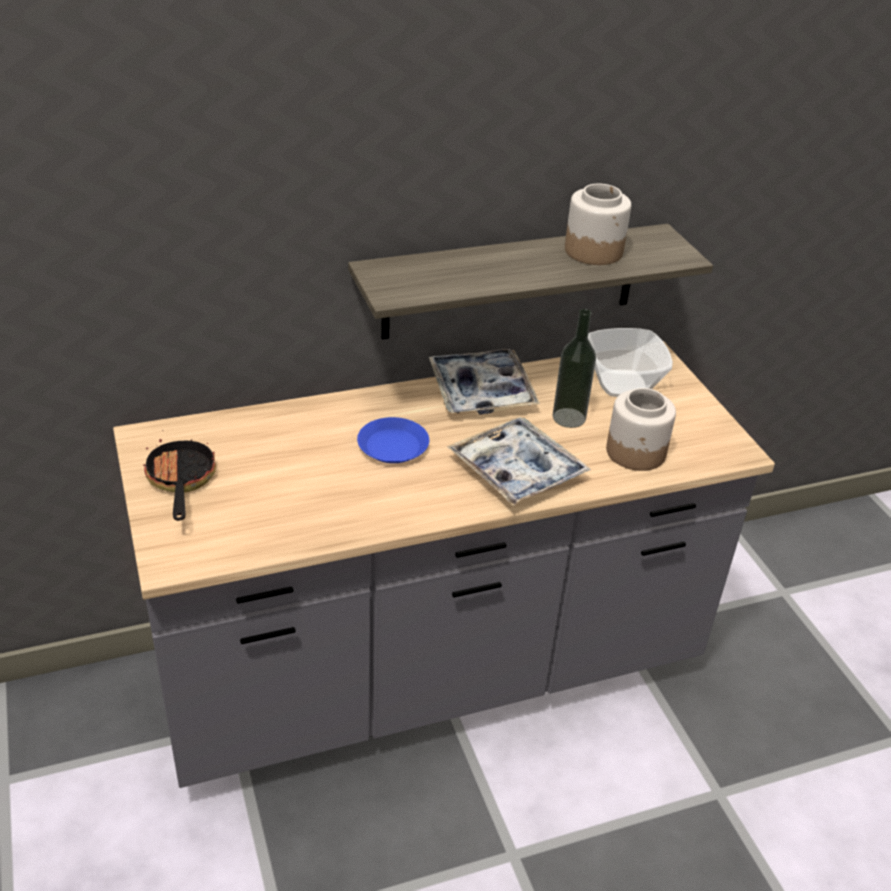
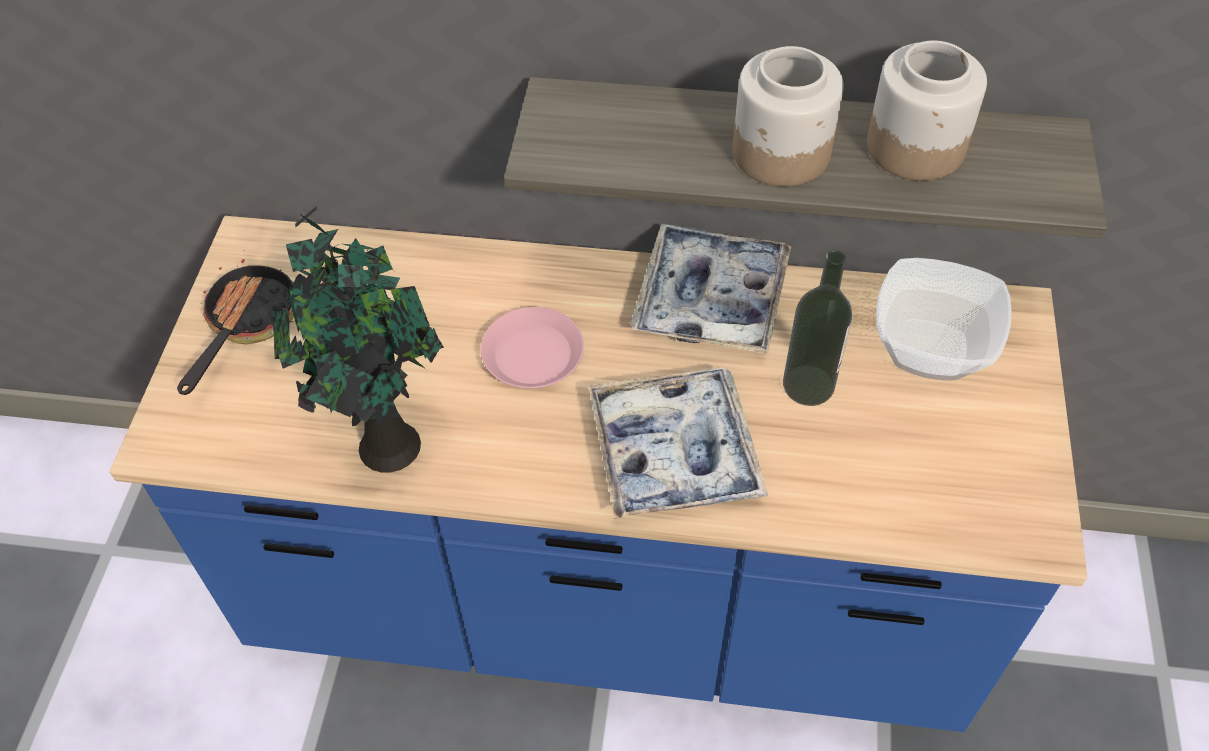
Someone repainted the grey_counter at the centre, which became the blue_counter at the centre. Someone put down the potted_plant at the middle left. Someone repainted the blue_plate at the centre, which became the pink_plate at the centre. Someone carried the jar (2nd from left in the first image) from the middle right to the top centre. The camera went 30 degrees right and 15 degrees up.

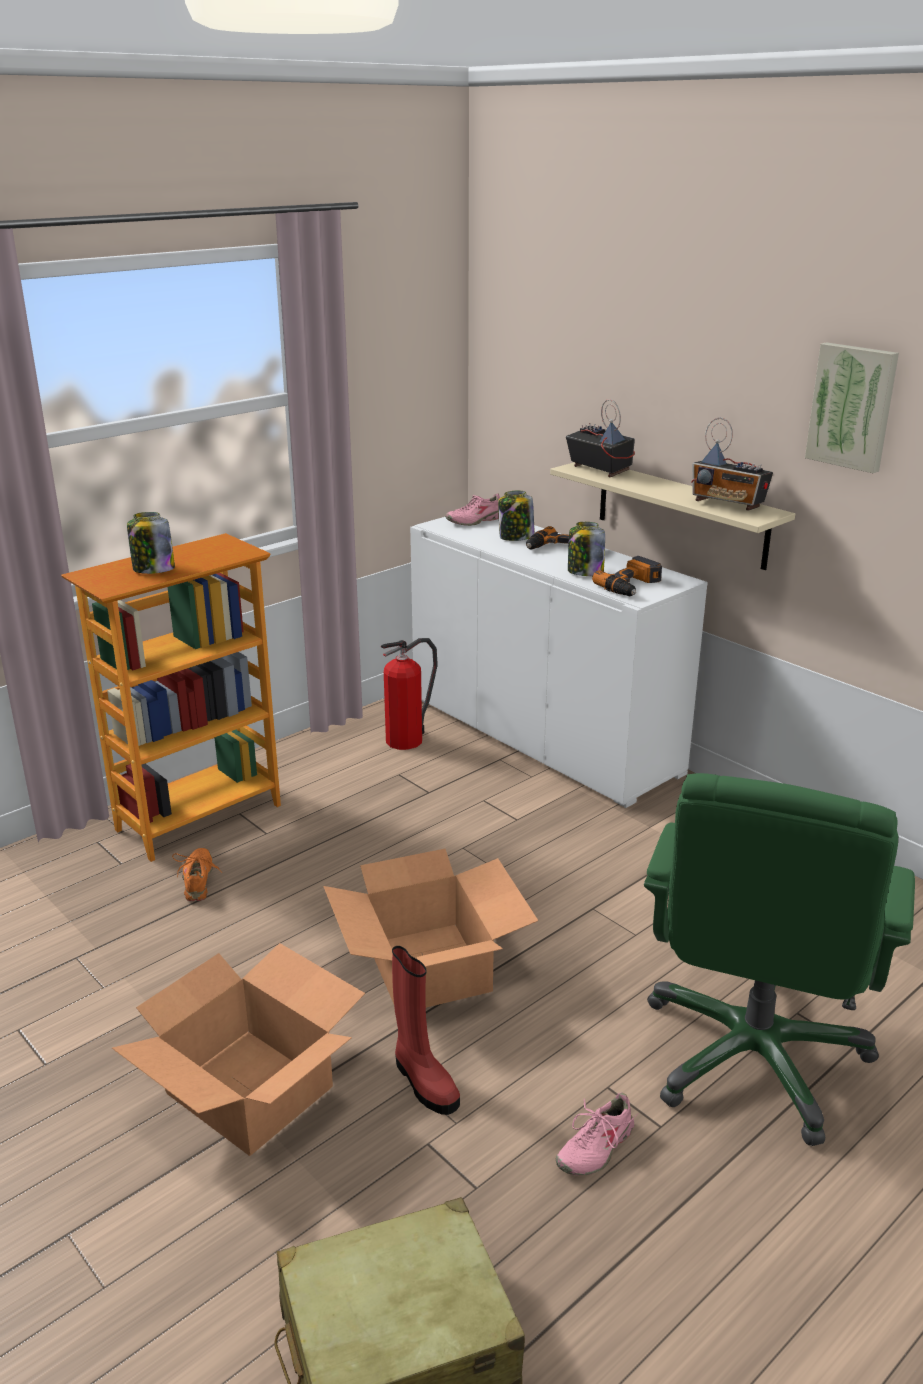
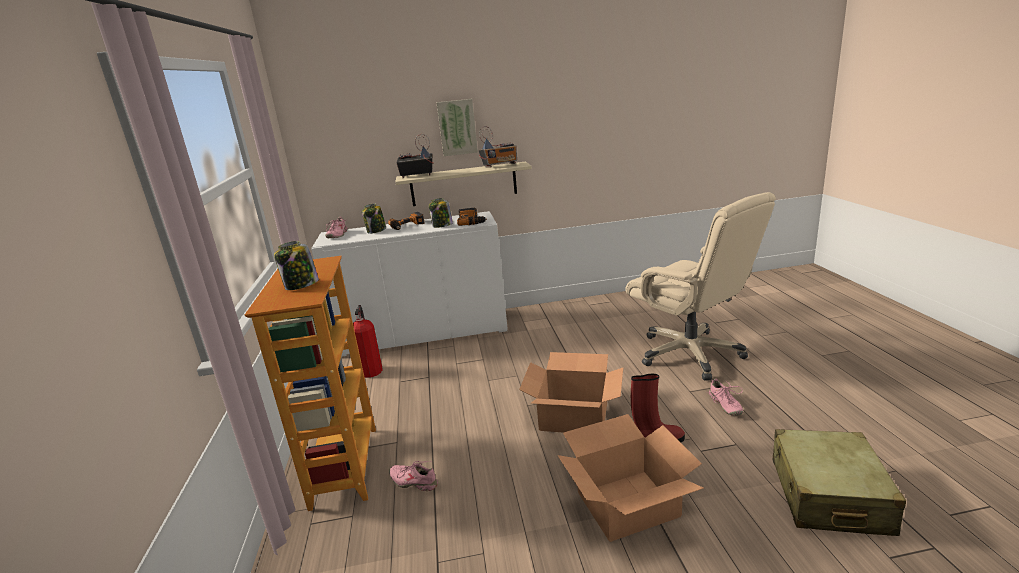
Someone repainted the orange_shoe at the middle left, which became the pink_shoe (2nd from left) at the bottom centre. Someone carried the picture from the top right to the top centre. Someone repainted the green_office_chair at the bottom right, which became the beige_office_chair at the middle right. The camera went 55 degrees left and 5 degrees down.

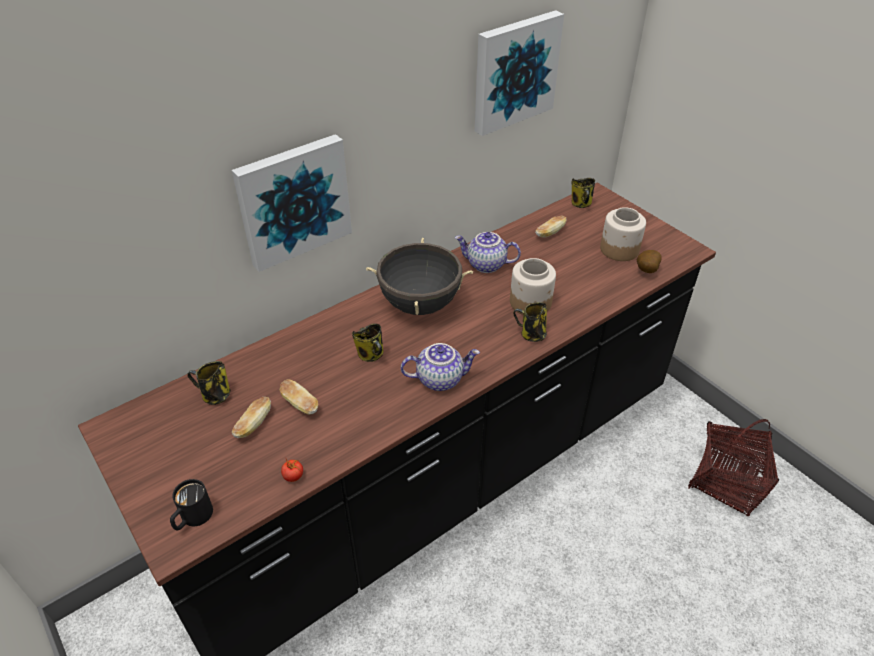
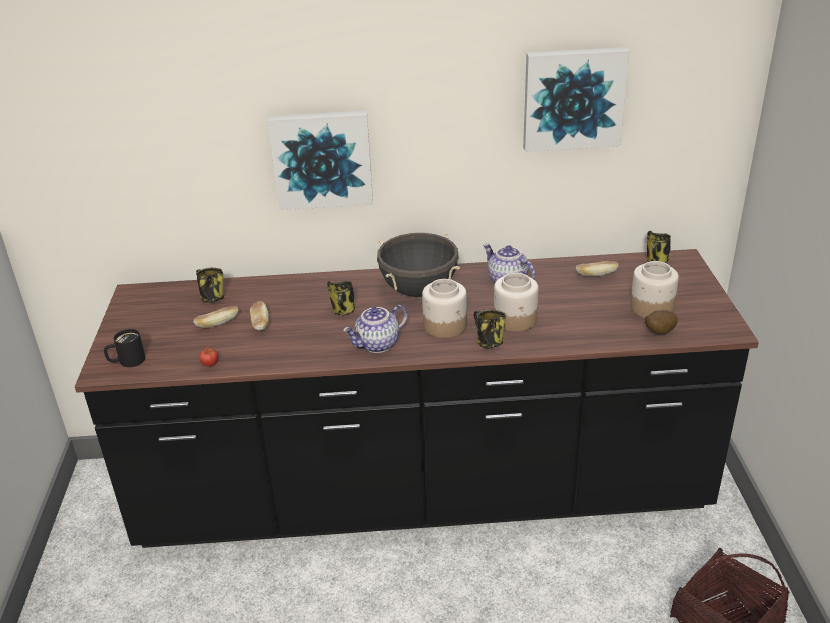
Someone rotated the teapot (1st from left) at the centre by 120 degrees clockwise. Someone put down the jar (1st from left) at the centre. The camera went 35 degrees right and 10 degrees down.

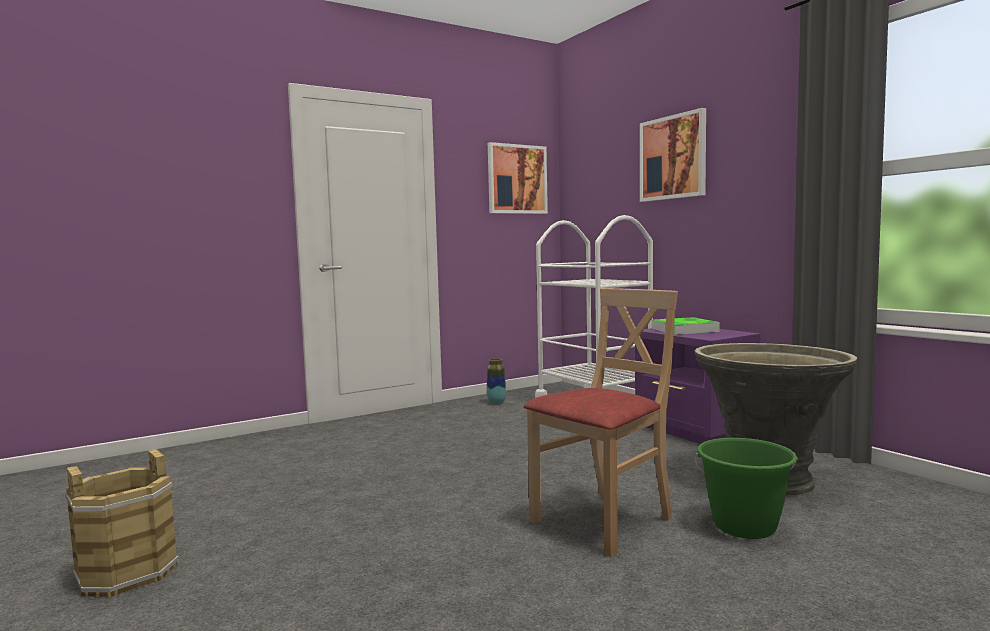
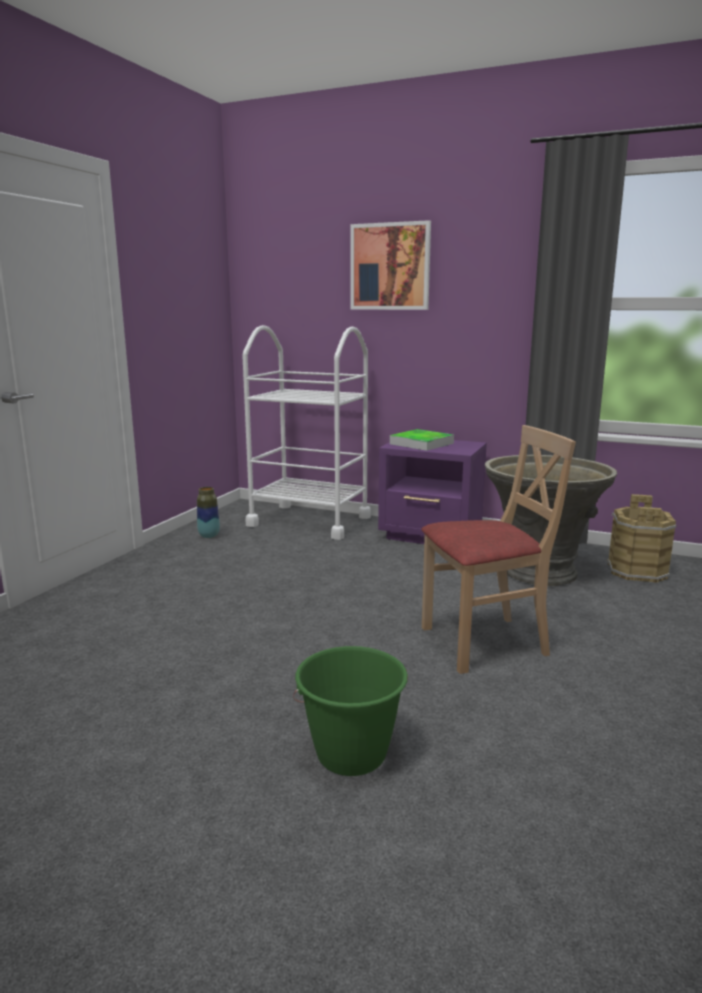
Someone carried the green_bucket from the bottom right to the bottom centre. Someone rotated the beige_chair at the bottom centre by 60 degrees clockwise. Someone carried the brown_bucket from the bottom left to the middle right. Someone took away the picture (1st from left) at the top centre. The camera went 35 degrees left and 10 degrees up.

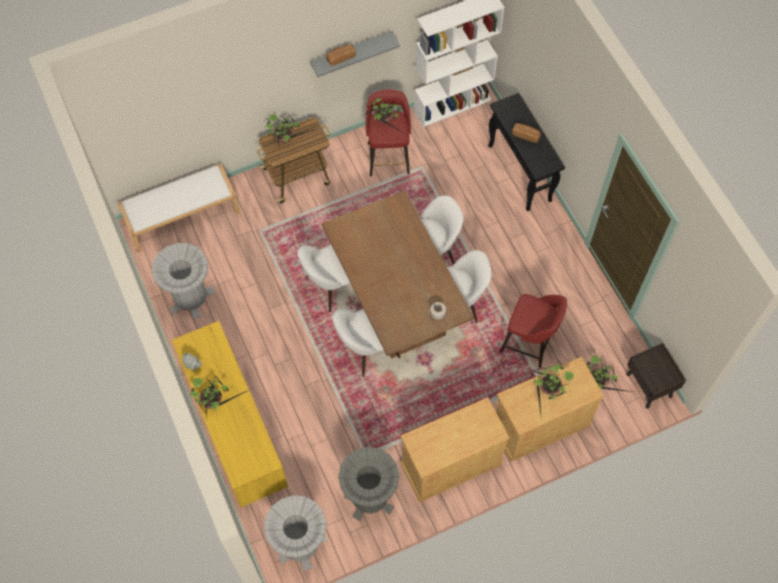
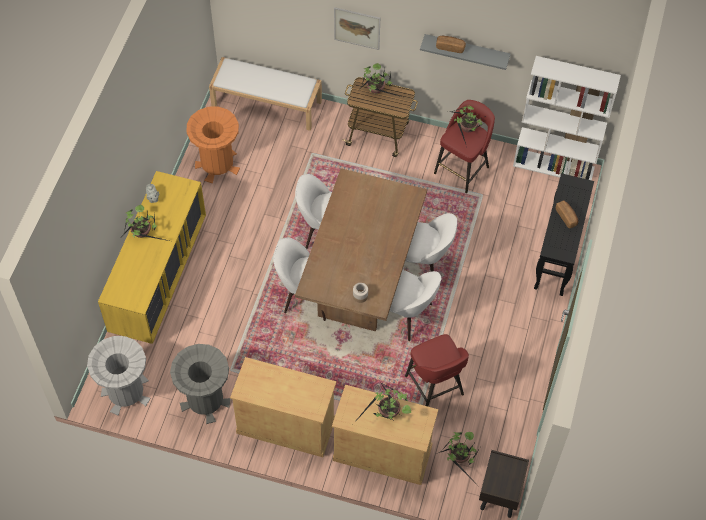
Someone repainted the grey_trash_can (1st from left) at the middle left, which became the orange_trash_can at the top left. Someone put up the picture at the top centre. The camera went 40 degrees right and 5 degrees down.

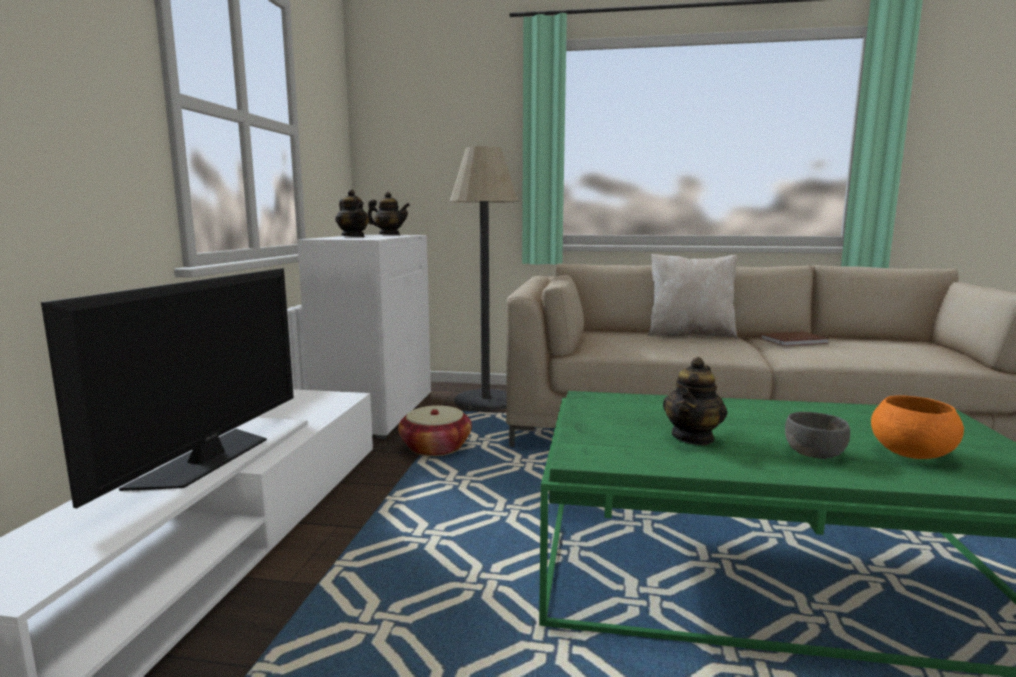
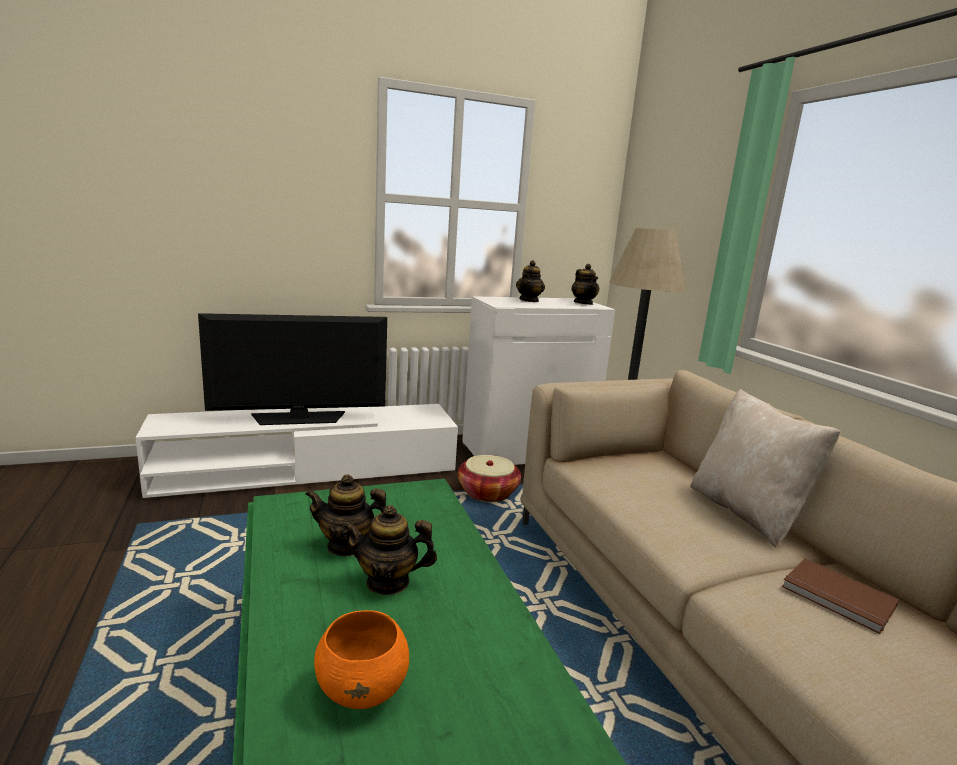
Someone put down the teapot (2nd from left) at the bottom centre. Someone took away the grey_bowl at the middle right. The camera went 60 degrees right and 5 degrees up.

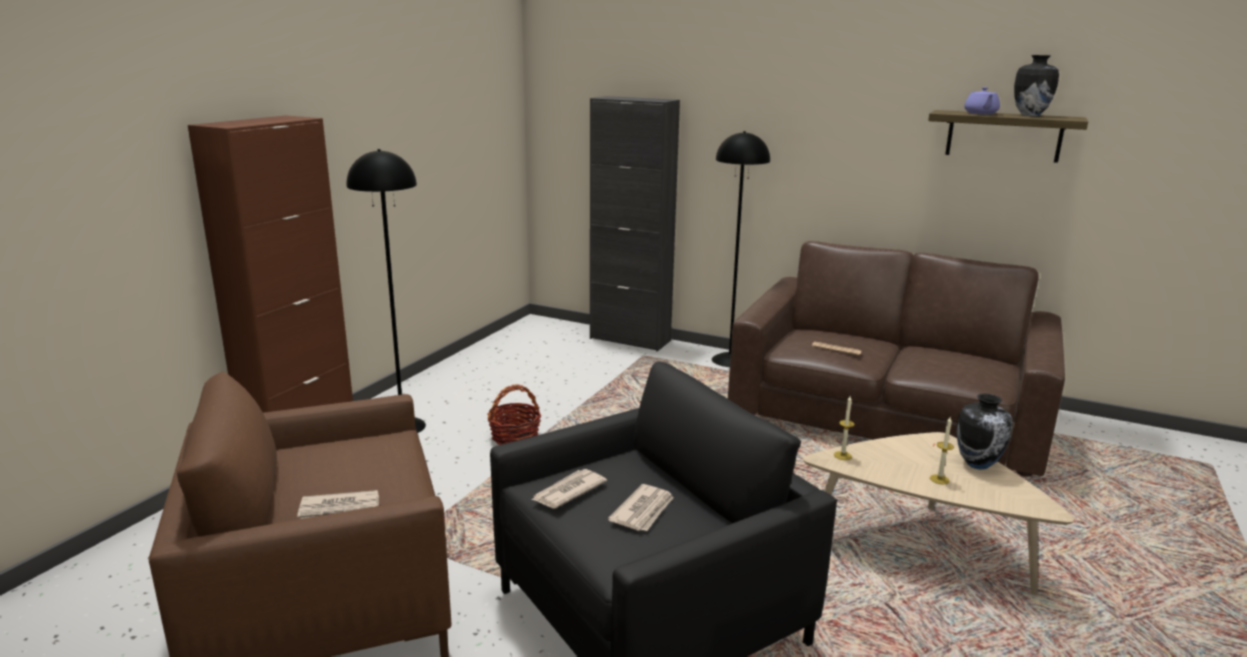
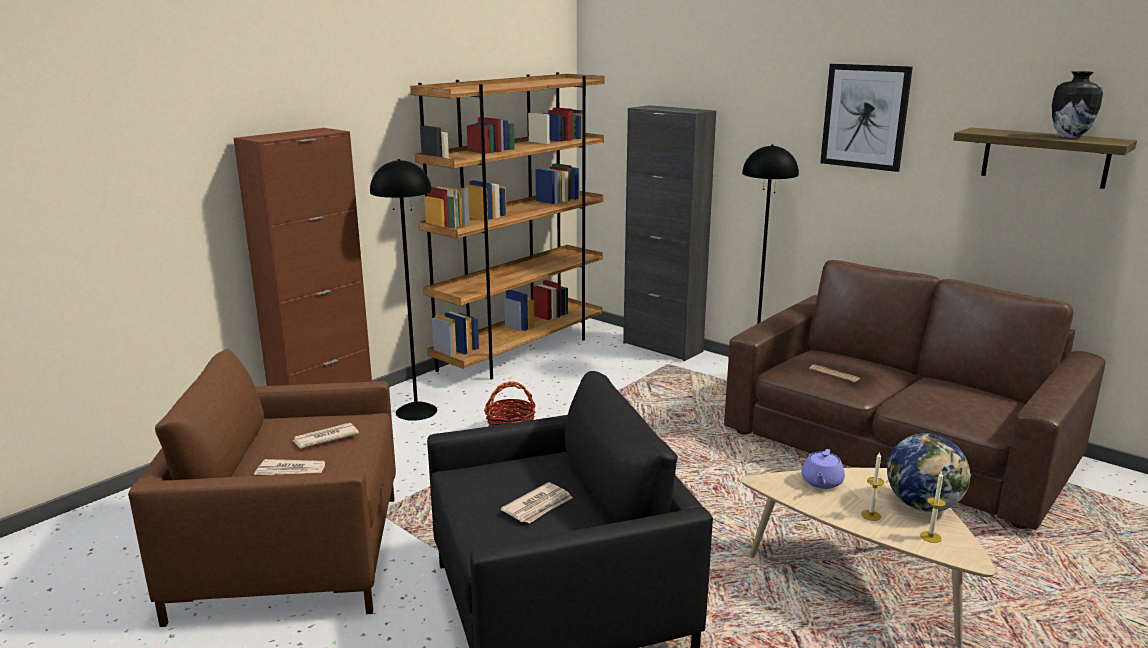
Someone carried the newspaper (2nd from left) from the bottom centre to the bottom left. Someone put down the brown_bookcase at the centre. Someone carried the purple_teapot from the top right to the bottom right. Someone put up the picture at the top right. Someone swapped the vase (1st from left) at the middle right for the globe at the bottom right. Someone carried the candle (1st from left in the first image) from the middle right to the bottom right. The camera went 15 degrees right and 0 degrees up.

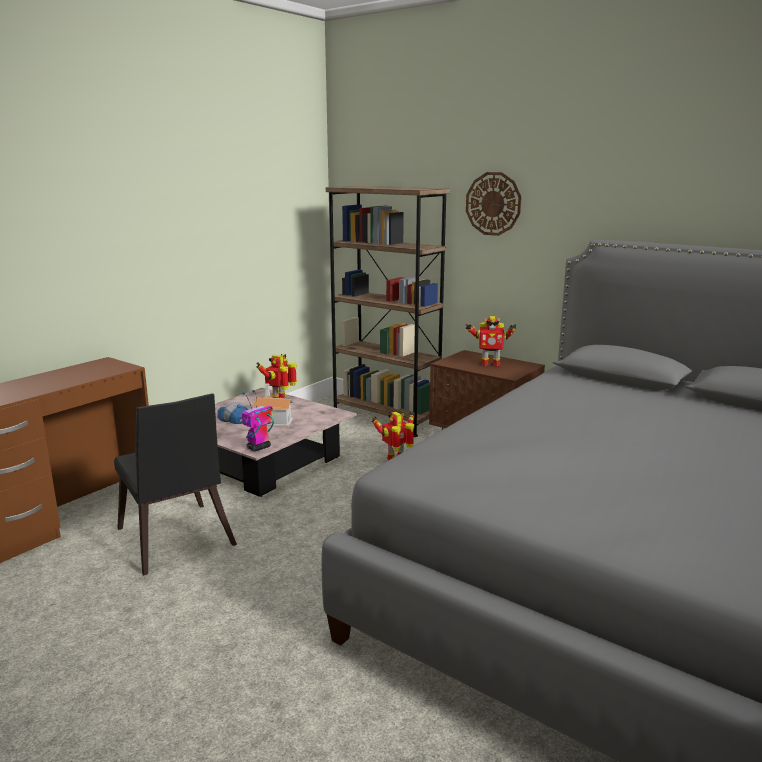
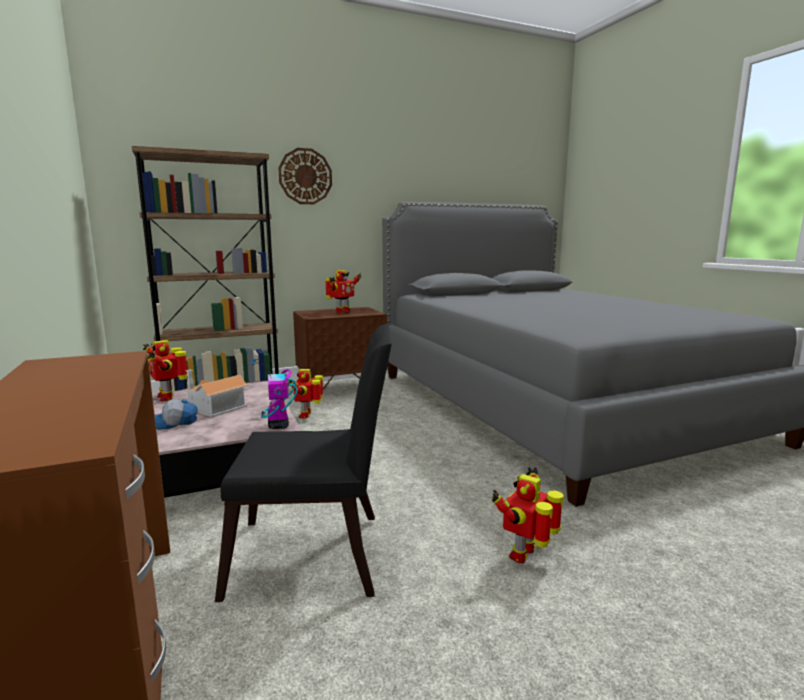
Someone put down the toy_robot (5th from left) at the bottom centre. The camera went 60 degrees left and 5 degrees down.

